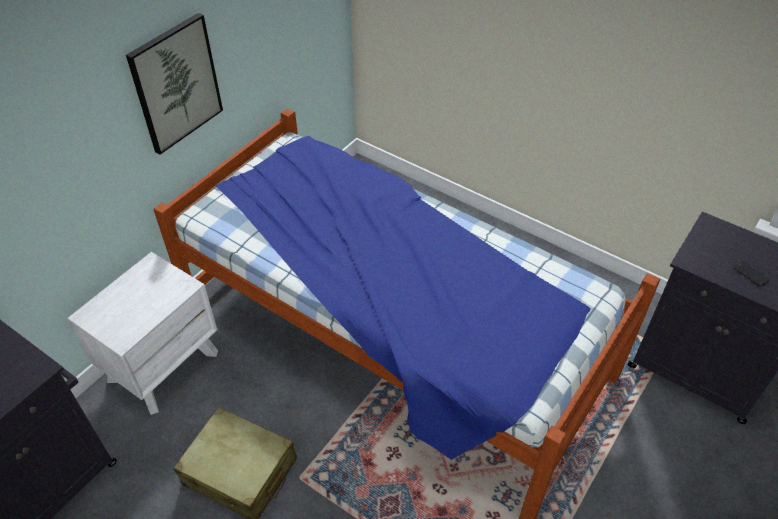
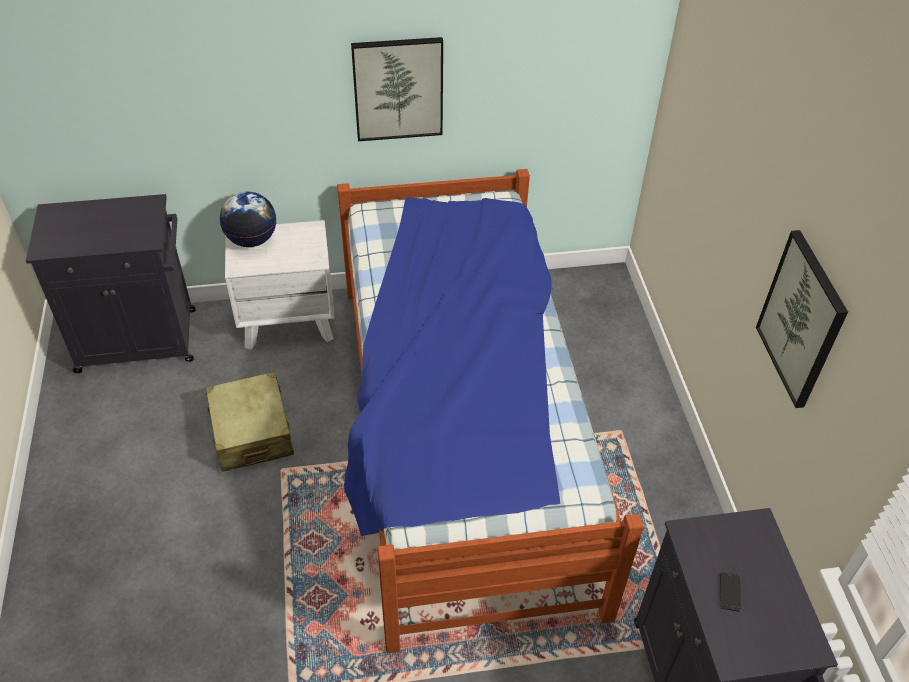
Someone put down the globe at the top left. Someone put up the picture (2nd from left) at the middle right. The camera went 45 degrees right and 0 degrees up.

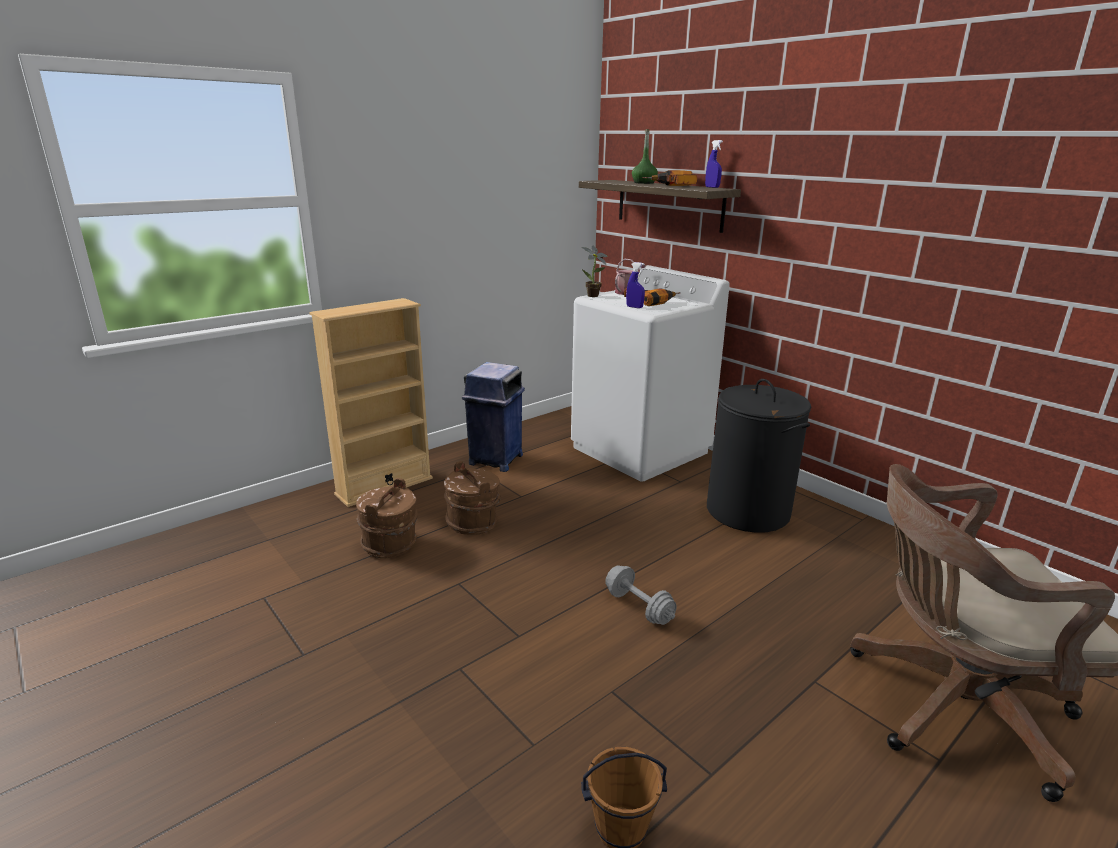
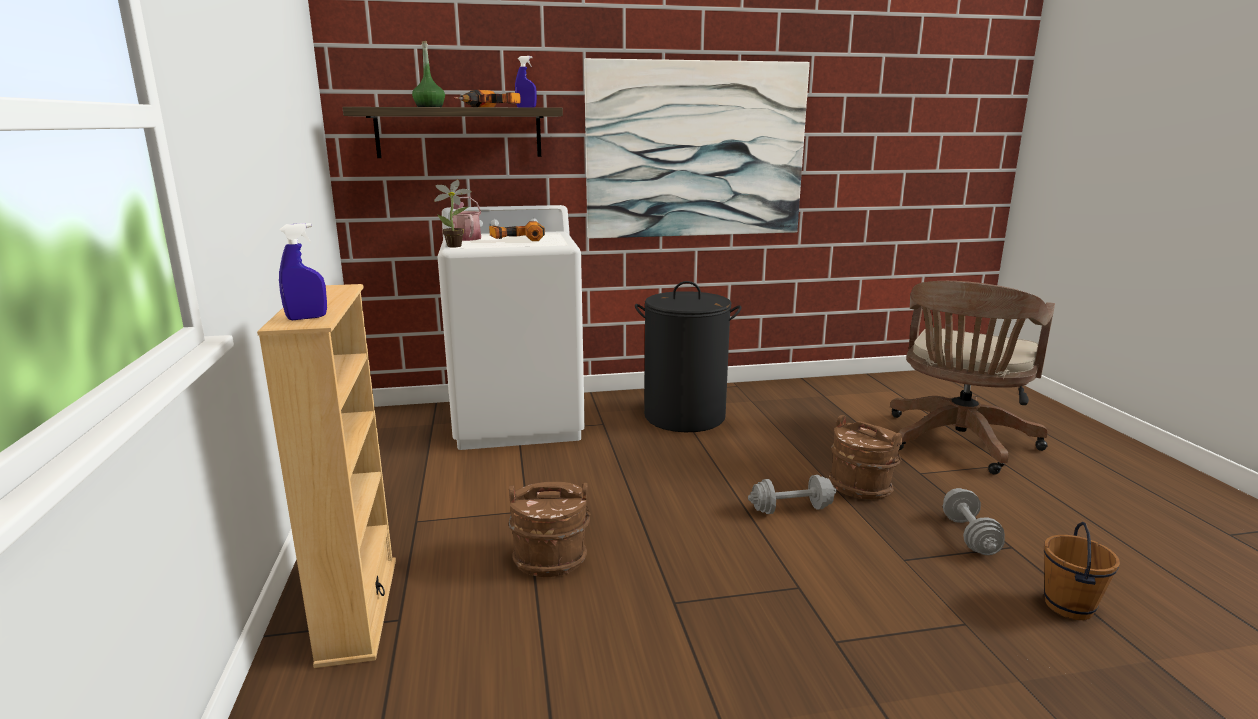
Someone carried the blue_spray_bottle (1st from left) from the centre to the middle left. Someone put up the picture at the top centre. Someone carried the brown_bucket (1st from left in the first image) from the centre to the middle right. Someone put down the grey_dumbbell (2nd from left) at the bottom right. Someone took away the blue_trash_can at the centre. The camera went 60 degrees left and 5 degrees down.

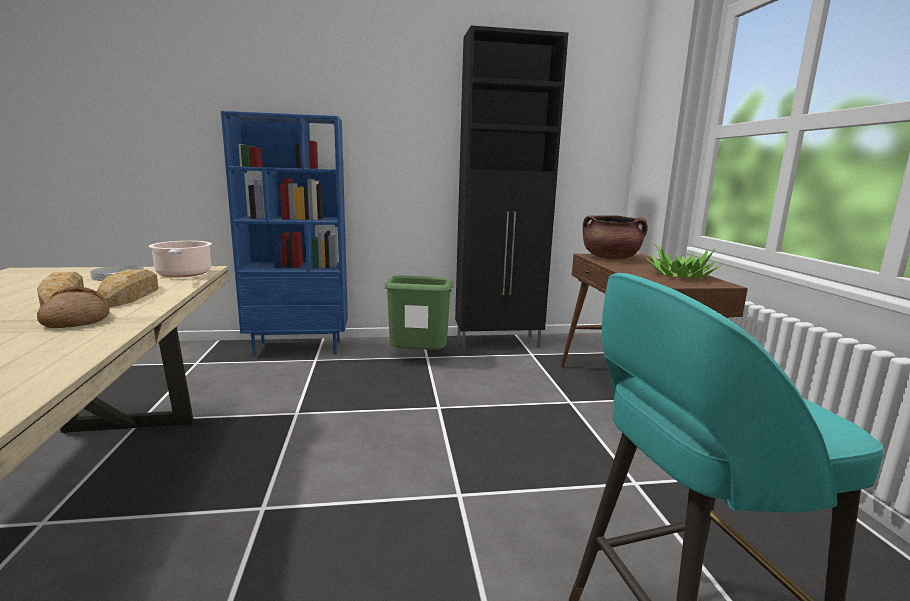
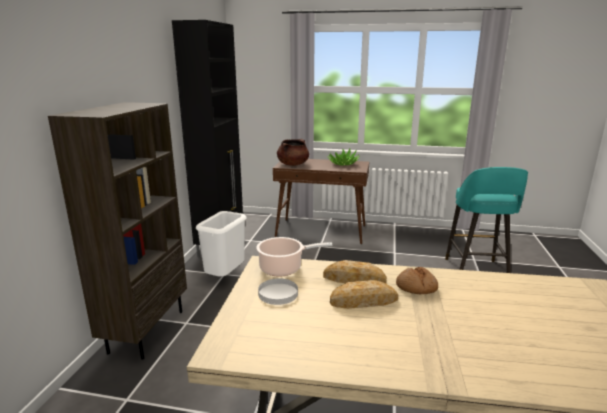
Someone repainted the blue_bookcase at the middle left, which became the brown_bookcase at the middle left. Someone repainted the green_trash_can at the centre, which became the white_trash_can at the centre. The camera went 70 degrees left and 5 degrees up.

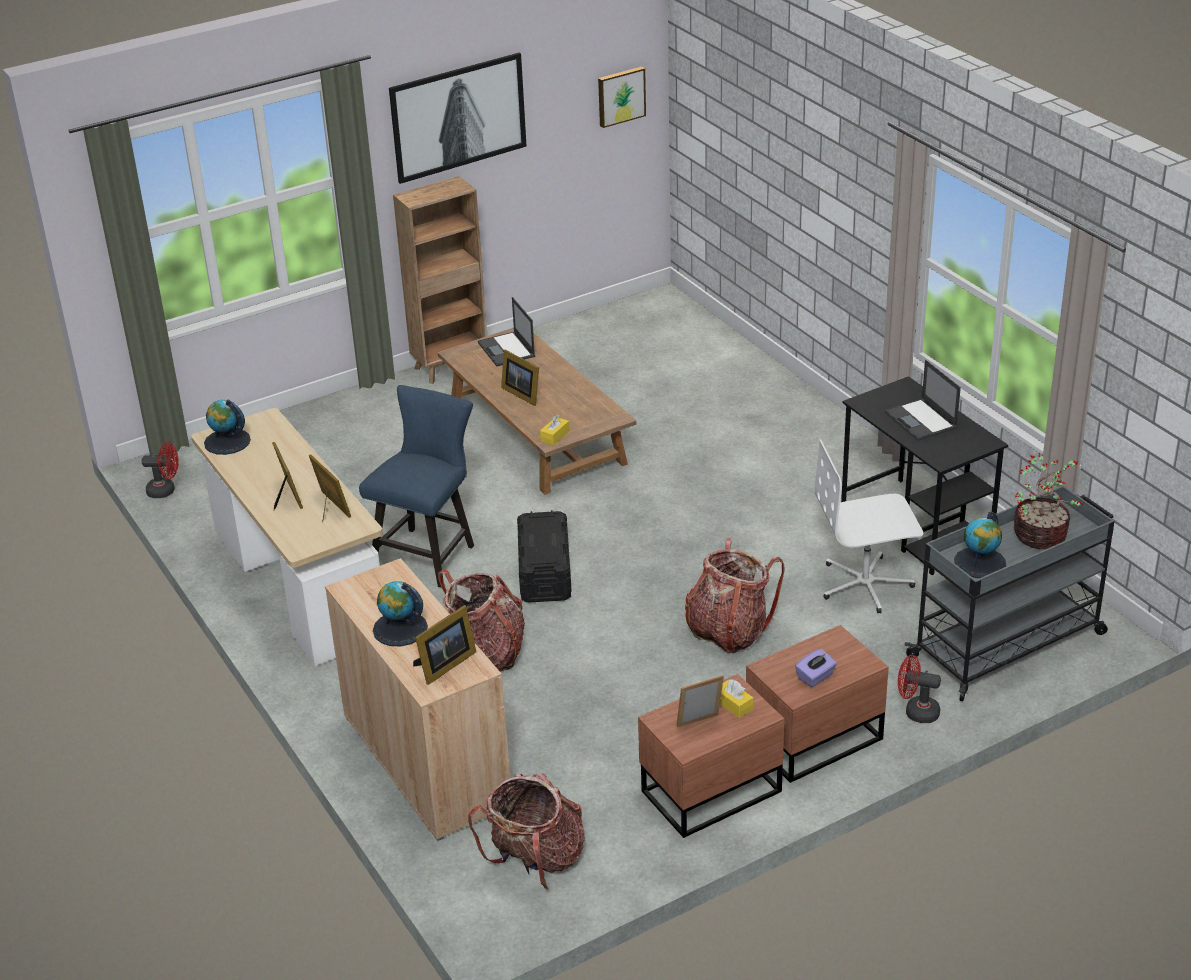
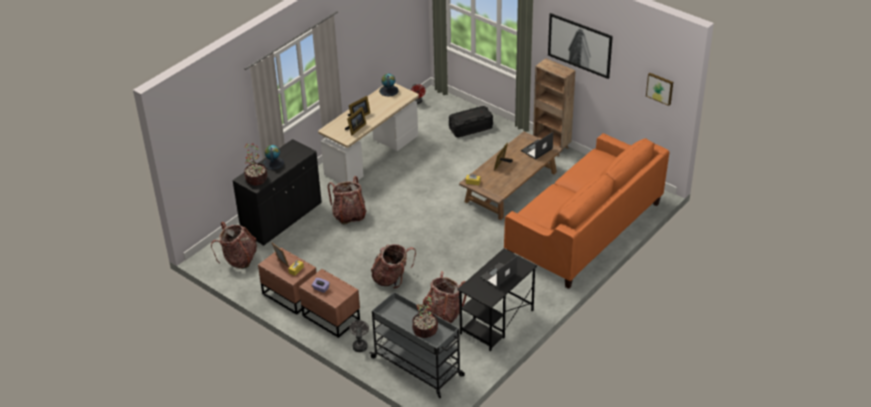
Someone repainted the beige_cabinet at the bottom centre, which became the black_cabinet at the middle left. Someone swapped the picture_frame (3rd from left) at the centre for the potted_plant (1st from left) at the middle left. Someone repainted the red_fan (2nd from left) at the bottom right, which became the grey_fan at the bottom centre. Someone swapped the white_office_chair at the middle right for the backpack (4th from left) at the bottom centre. Someone carried the black_storage_box from the centre to the top centre. Someone put down the orange_sofa at the middle right. Someone took away the blue_chair at the centre. Someone took away the globe (3rd from left) at the middle right. The camera went 70 degrees right and 5 degrees up.

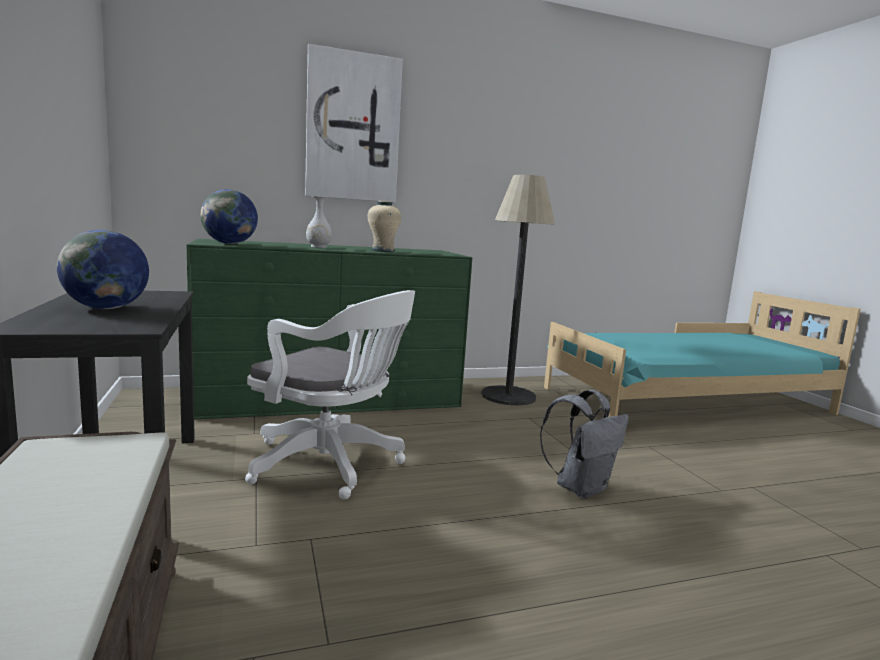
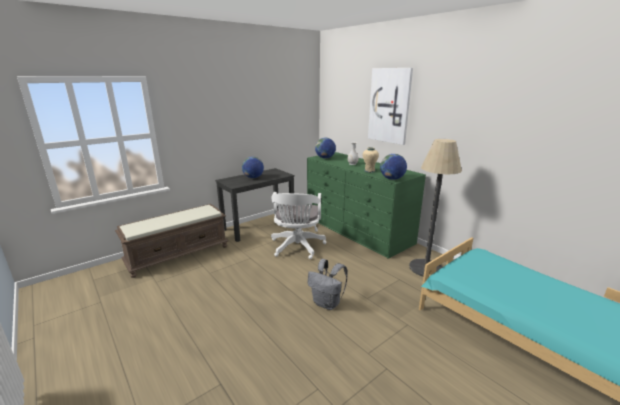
Someone put down the globe (3rd from left) at the centre. The camera went 70 degrees right and 10 degrees up.

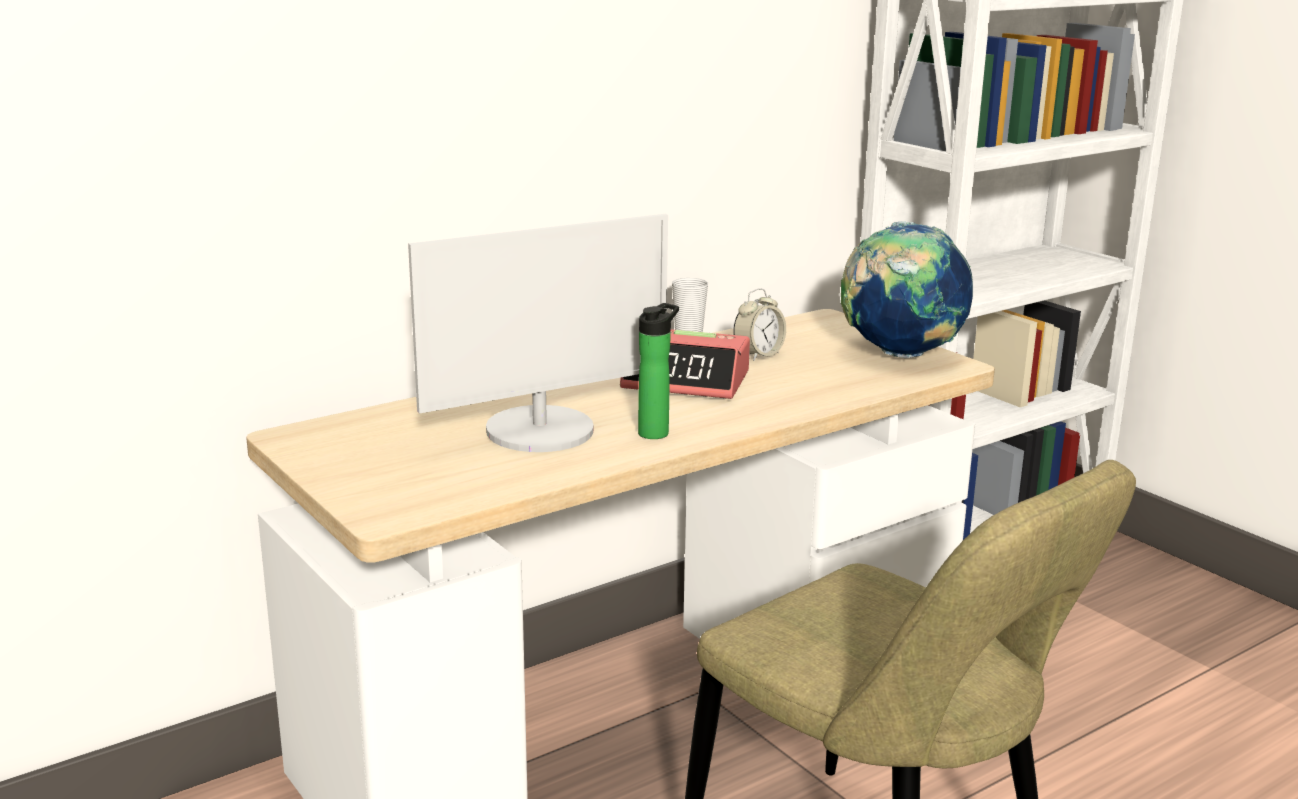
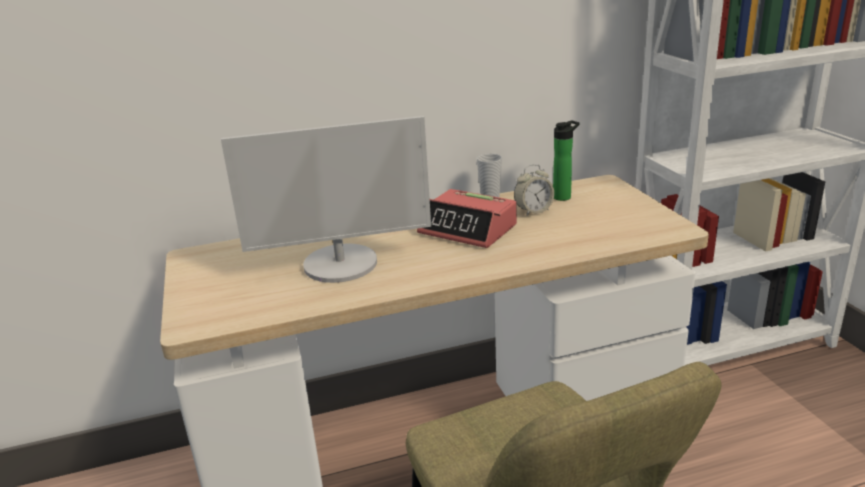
Someone carried the bottle from the centre to the top centre. Someone took away the globe at the middle right. The camera went 20 degrees right and 5 degrees up.

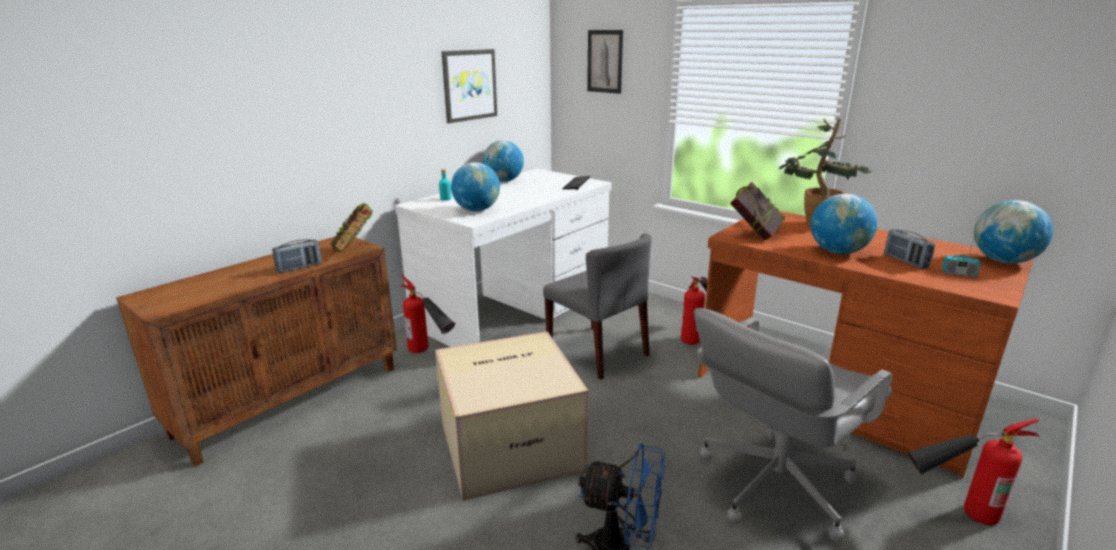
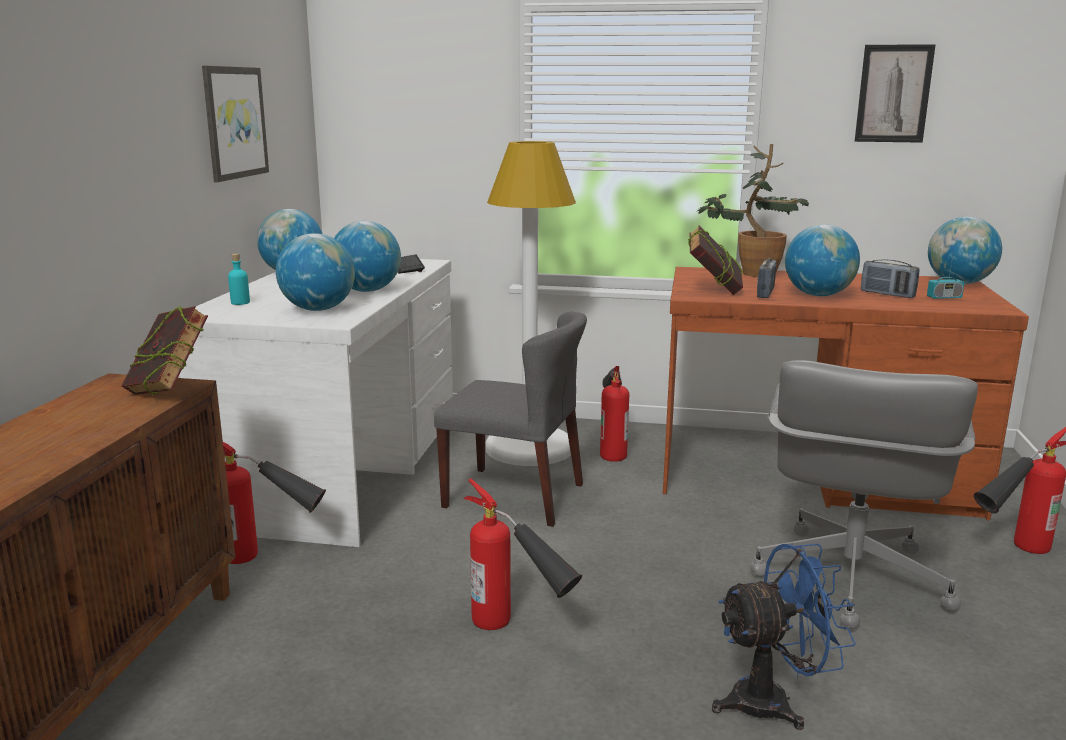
Someone put down the globe (3rd from left) at the centre. Someone swapped the cardboard_box at the bottom centre for the fire_extinguisher (2nd from left) at the bottom centre. Someone put down the white_floor_lamp at the centre. Someone carried the radio (1st from left) from the middle left to the middle right. Someone carried the picture (2nd from left) from the top centre to the top right. The camera went 30 degrees left and 5 degrees down.

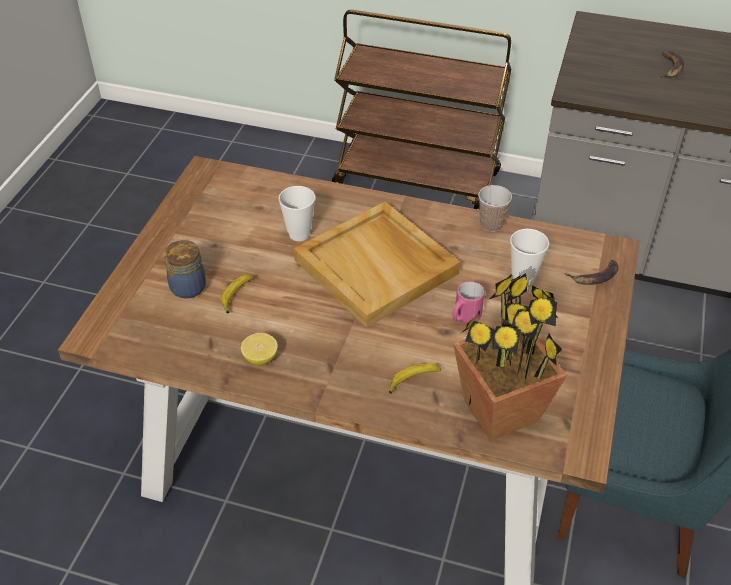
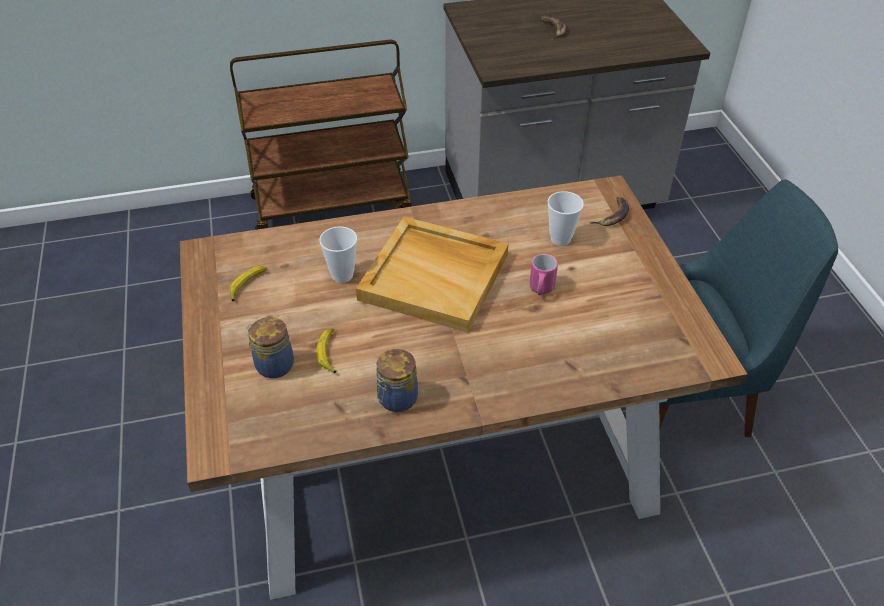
Someone carried the banana (2nd from left in the first image) from the centre to the middle left. Someone swapped the lemon at the centre for the jar (2nd from left) at the centre. Someone took away the potted_plant at the middle right. Someone took away the cup (2nd from left) at the middle right. The camera went 30 degrees left and 0 degrees up.

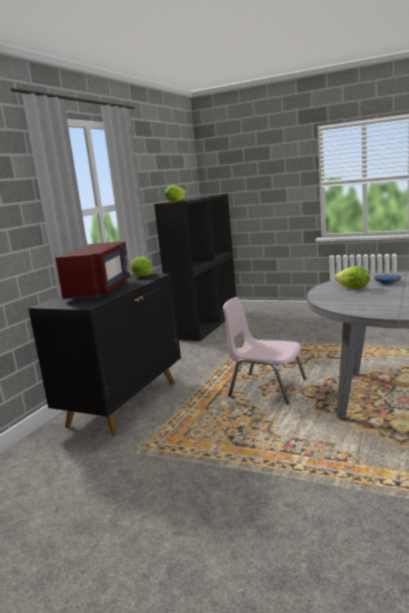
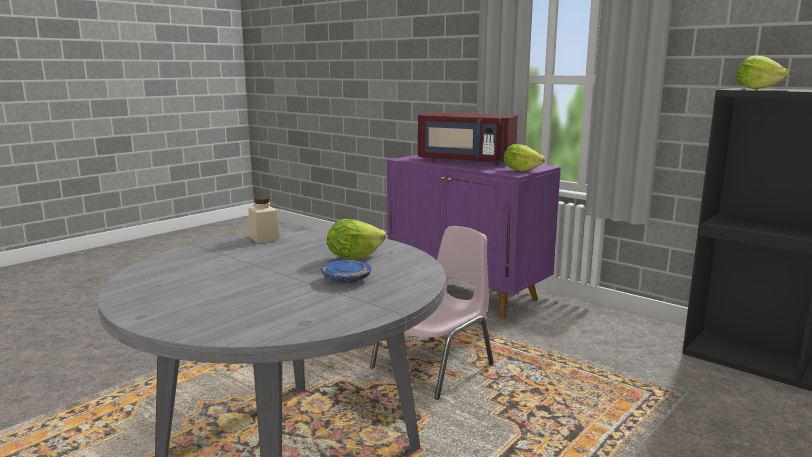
Someone put down the beige_jar at the middle left. Someone repainted the black_cabinet at the middle left, which became the purple_cabinet at the centre. The camera went 105 degrees right and 0 degrees up.

